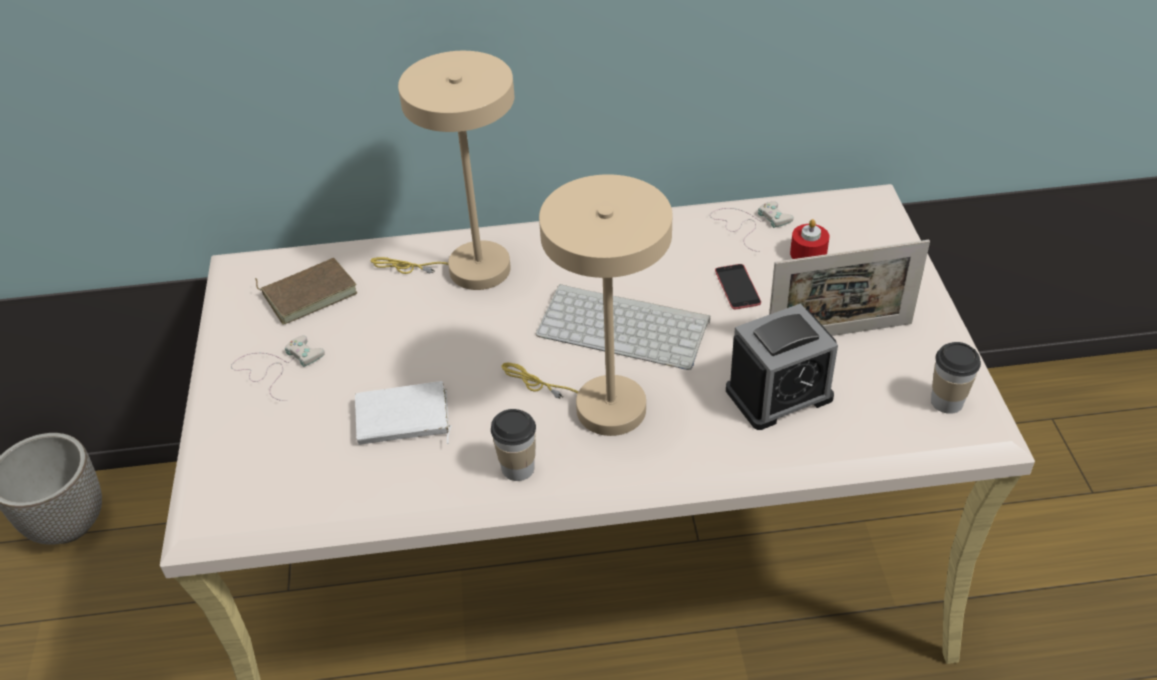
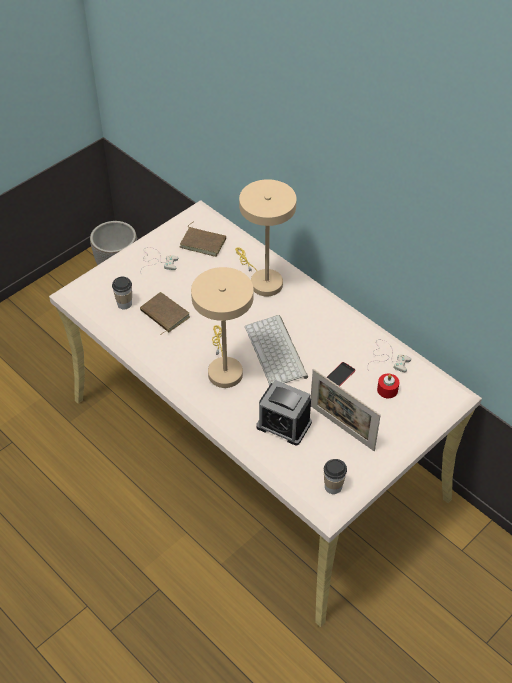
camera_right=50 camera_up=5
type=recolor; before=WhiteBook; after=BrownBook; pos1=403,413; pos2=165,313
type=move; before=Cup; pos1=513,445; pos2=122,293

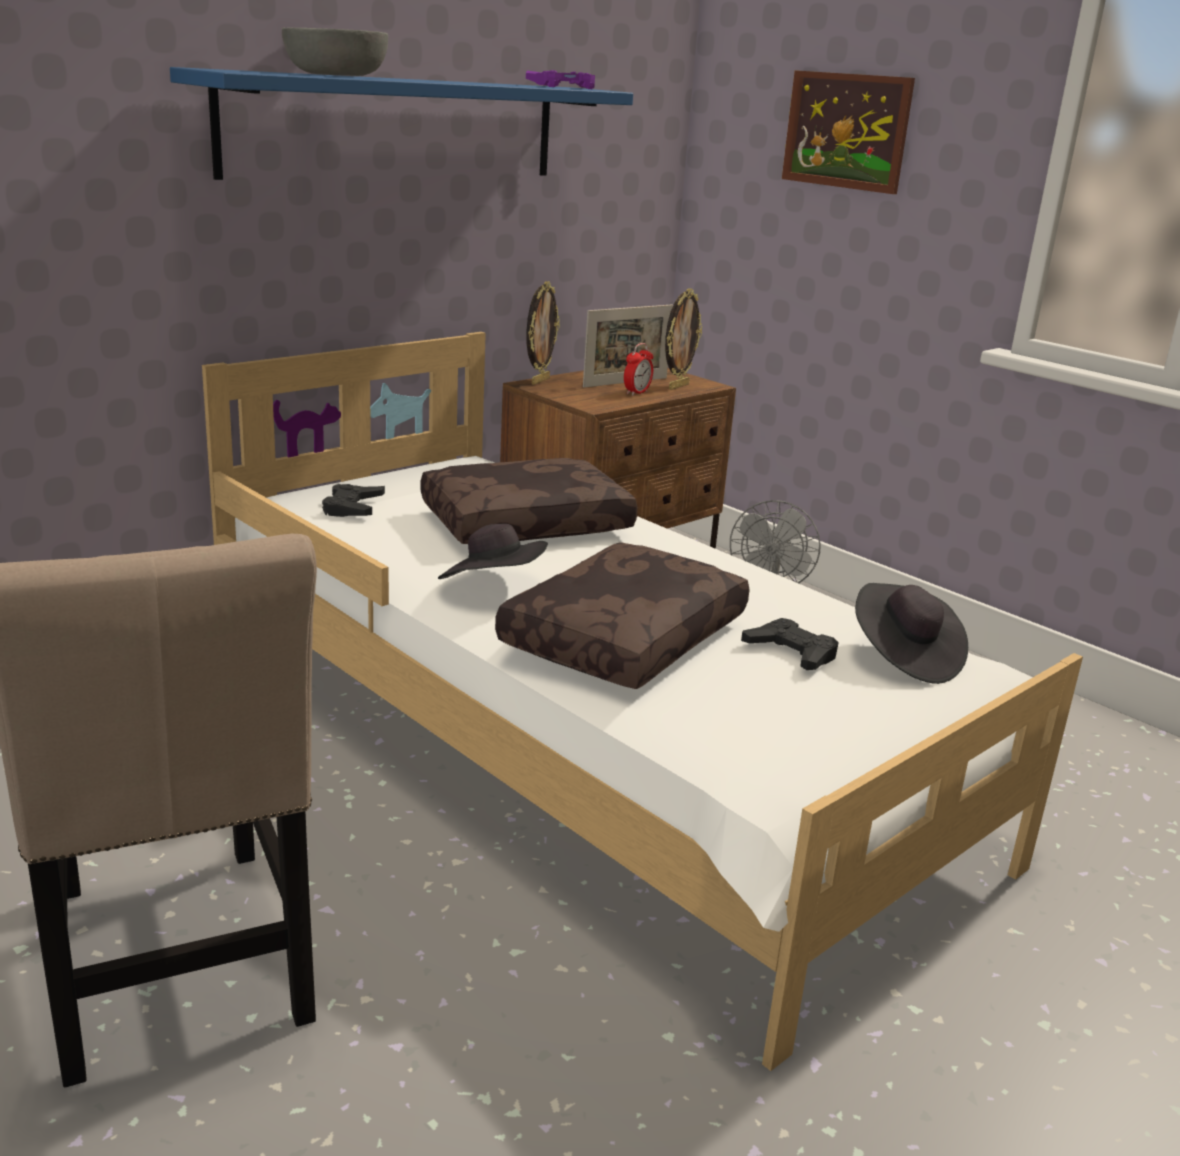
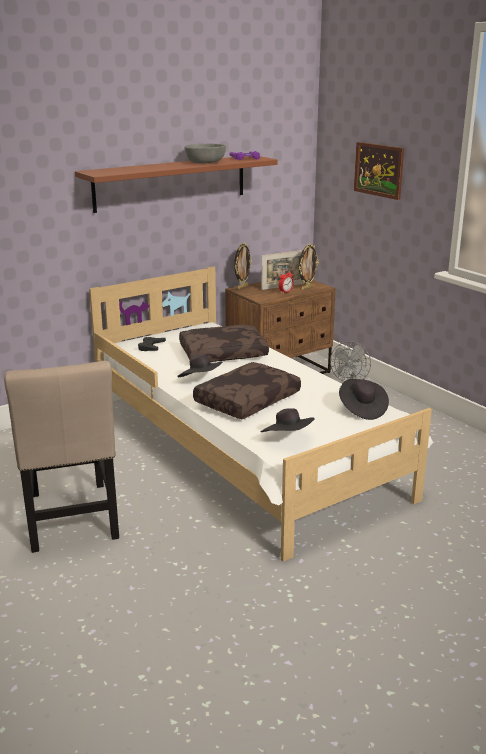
camera_right=10 camera_up=0
type=recolor; before=BlueShelf; after=BrownShelf; pos1=401,123; pos2=176,184
type=move; before=GreyBowl; pos1=335,51; pos2=205,153
type=delete; before=BlackGameController; pos1=790,644
type=insert; after=BlackHat; pos2=287,420

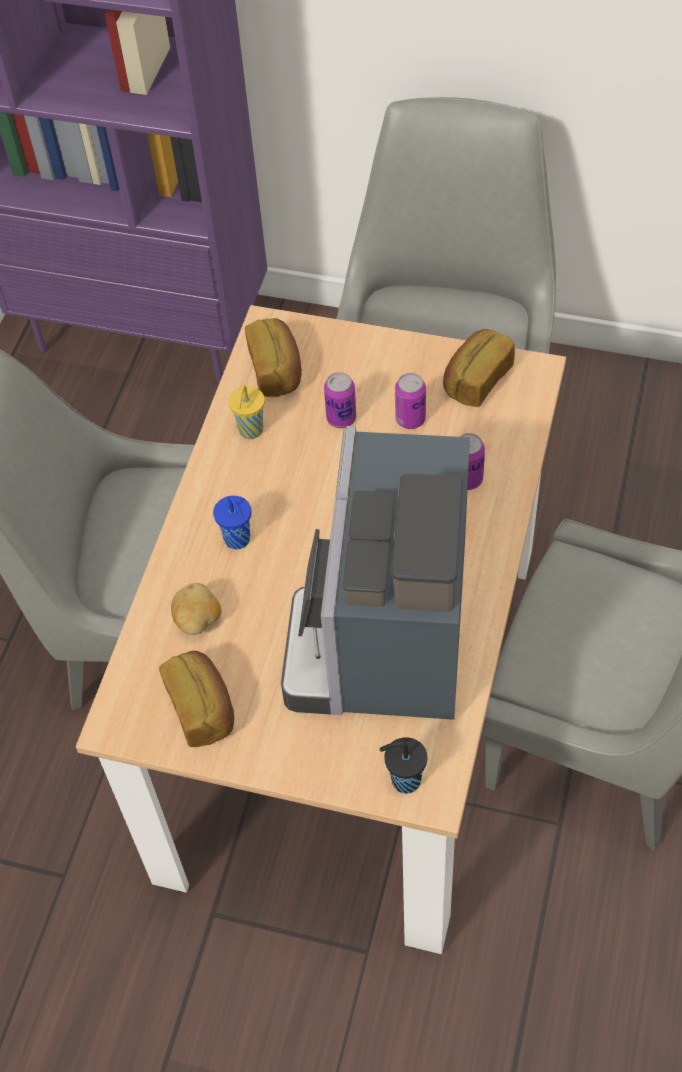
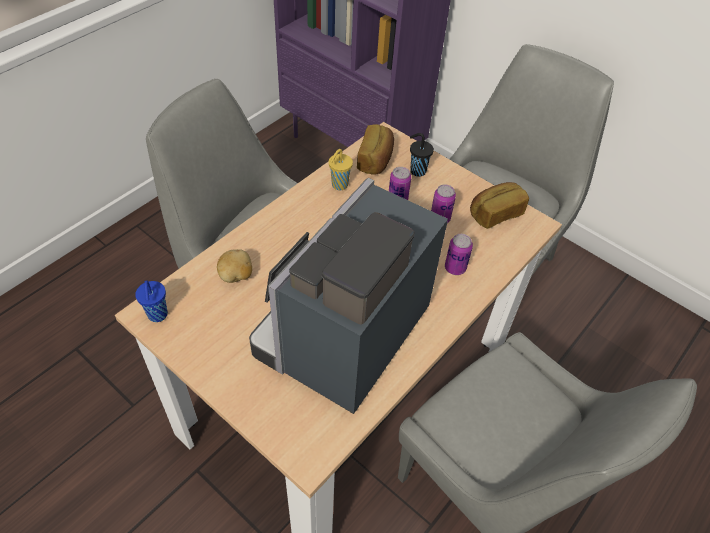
camera_right=20 camera_up=-5
type=delete; before=Bread; pos1=196,699
type=move; before=BlueCup; pos1=232,522; pos2=151,301
type=move; before=BlackCup; pos1=403,765; pos2=422,155

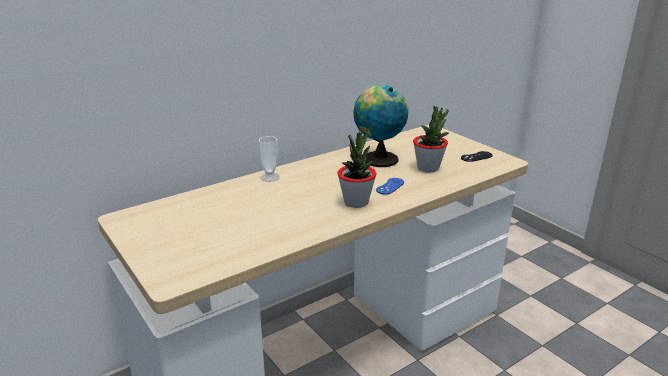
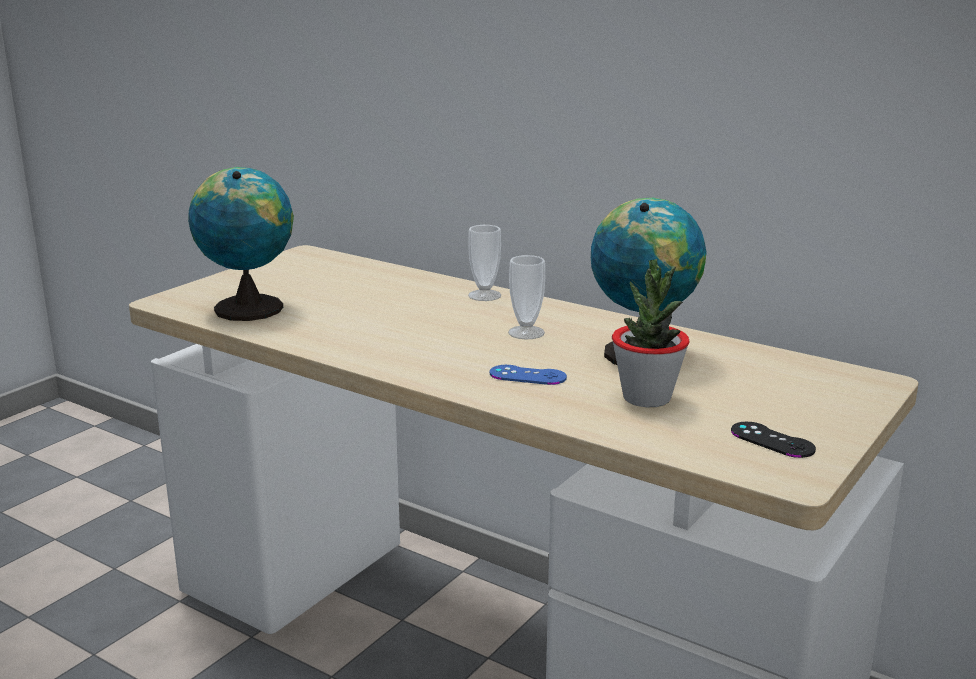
camera_right=70 camera_up=-5
type=delete; before=PottedPlant; pos1=356,168
type=insert; after=Globe; pos2=241,244
type=insert; after=Cup; pos2=526,297

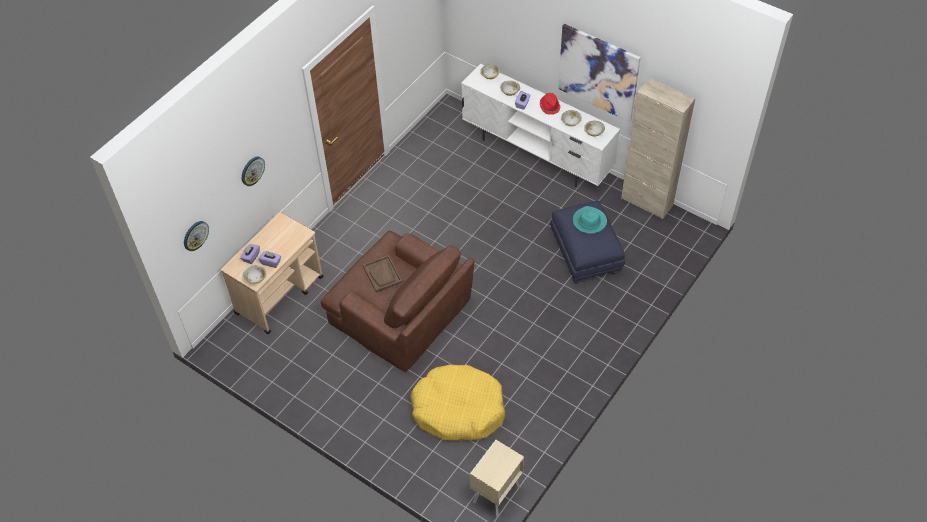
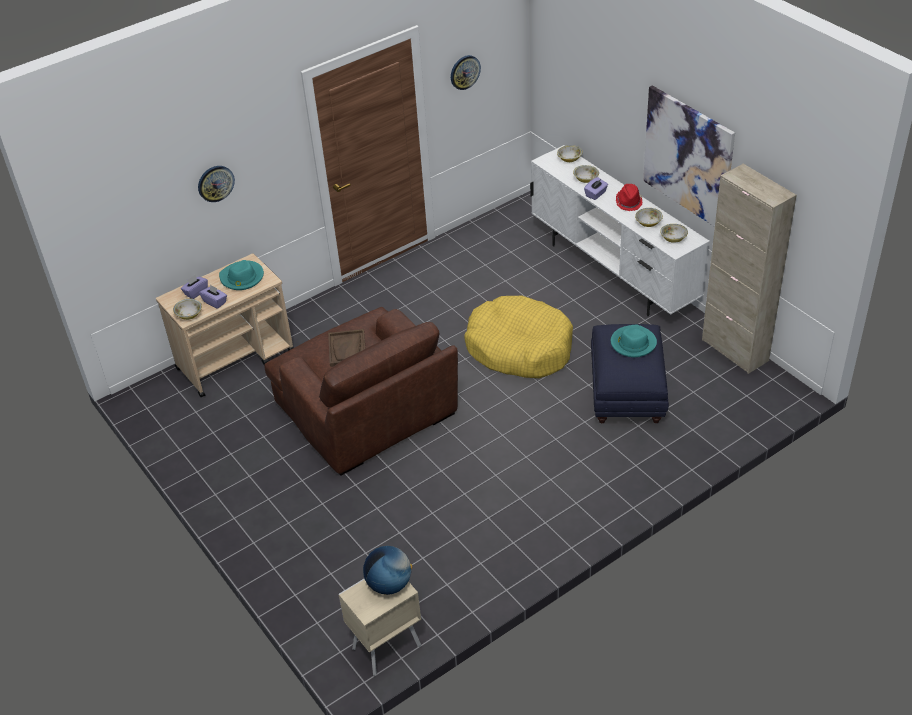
camera_right=20 camera_up=-10
type=move; before=WallClock; pos1=196,236; pos2=466,72
type=move; before=YellowDogBed; pos1=457,403; pos2=518,337
type=insert; after=TurquoiseHat; pos2=241,275
type=insert; after=Globe; pos2=387,570

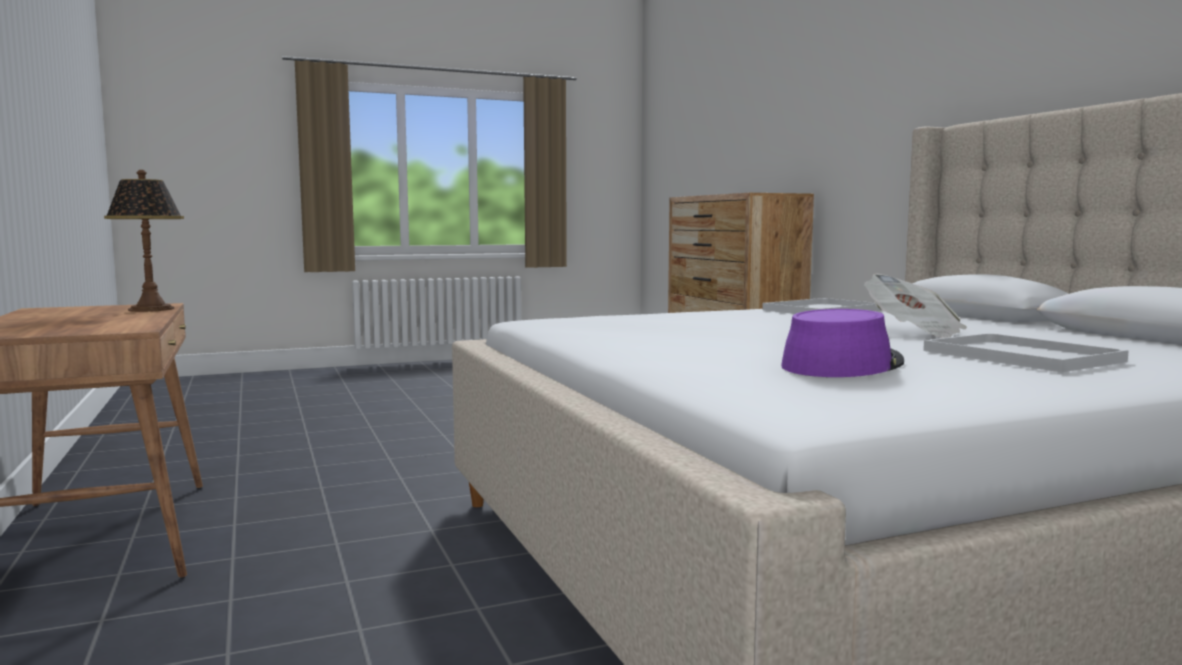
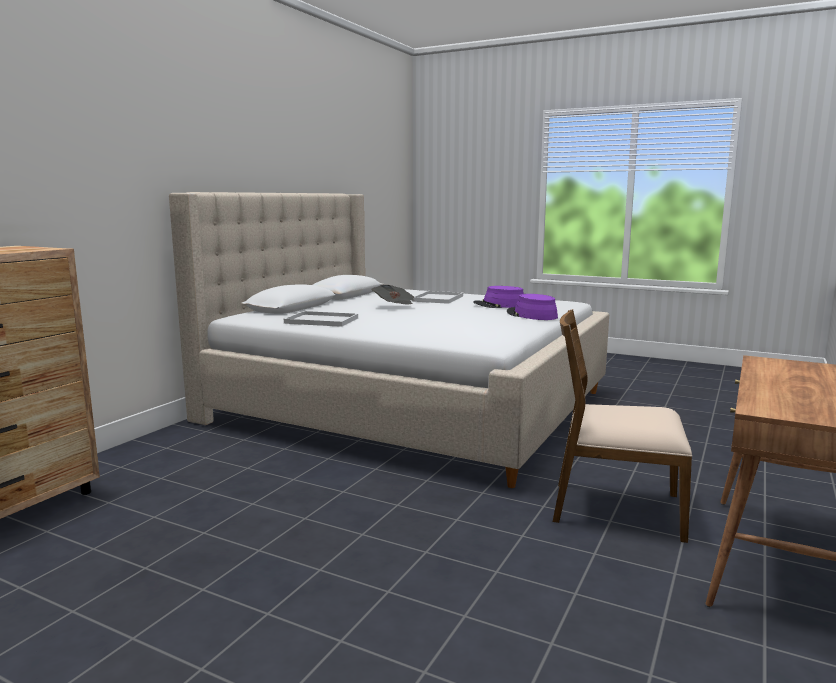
camera_right=-130 camera_up=5
type=delete; before=TableLamp; pos1=144,241
type=insert; after=PurpleHat; pos2=532,307
type=insert; after=BrownChair; pos2=622,426

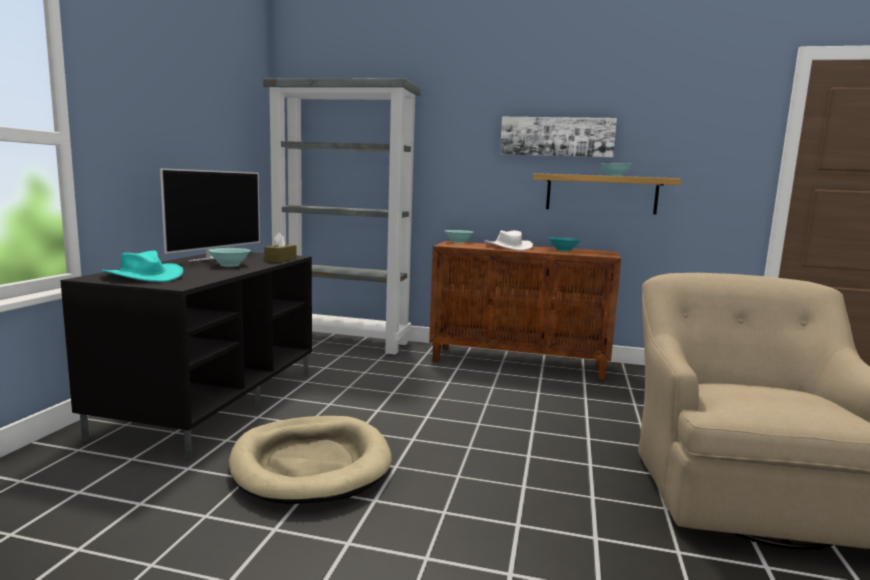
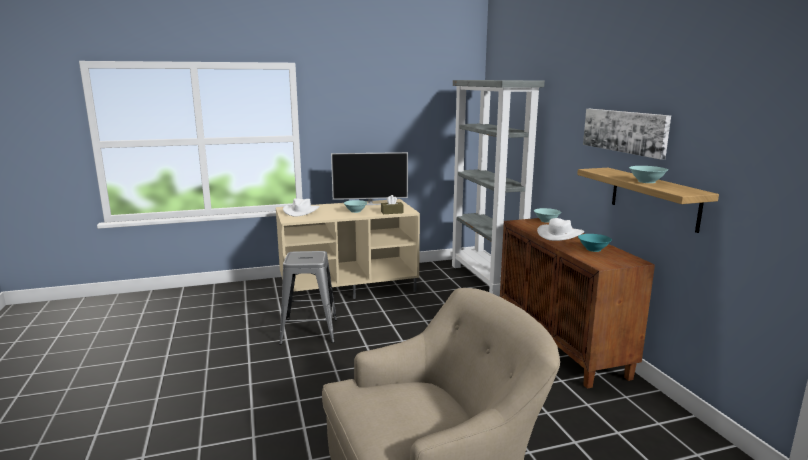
camera_right=60 camera_up=5
type=recolor; before=BlackTvStand; after=BeigeTvStand; pos1=186,355; pos2=348,249
type=recolor; before=TurquoiseHat; after=WhiteHat; pos1=142,266; pos2=301,207
type=replace; before=BeigeDogBed; after=GreyStool; pos1=310,460; pos2=308,298

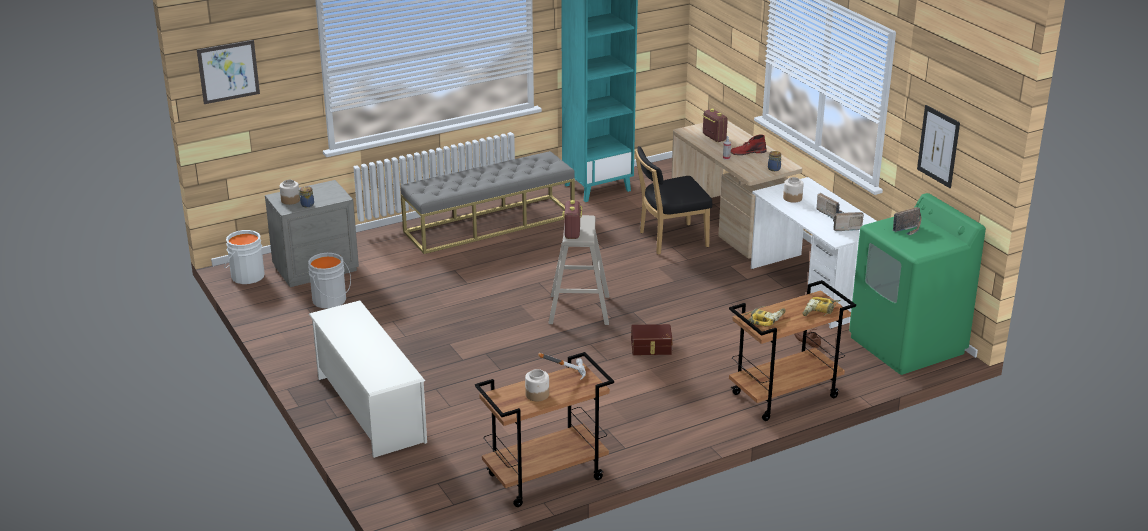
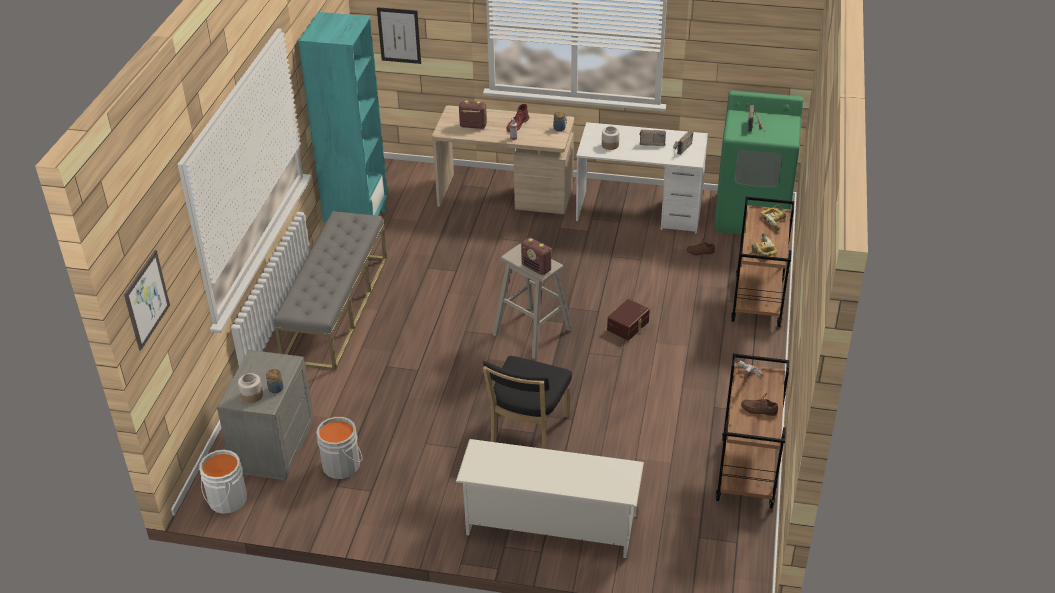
camera_right=-50 camera_up=10
type=replace; before=Jar; after=BrownShoe; pos1=537,385; pos2=759,404
type=move; before=BlackChair; pos1=673,200; pos2=527,402
type=move; before=Picture; pos1=938,146; pos2=399,35

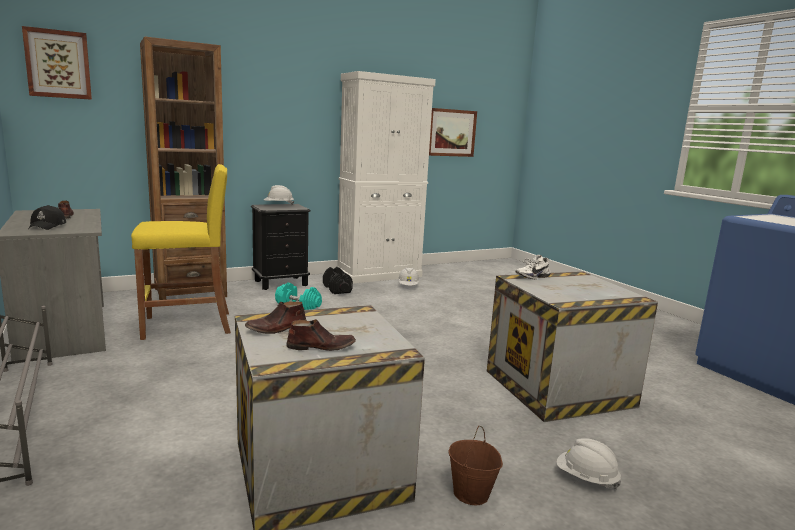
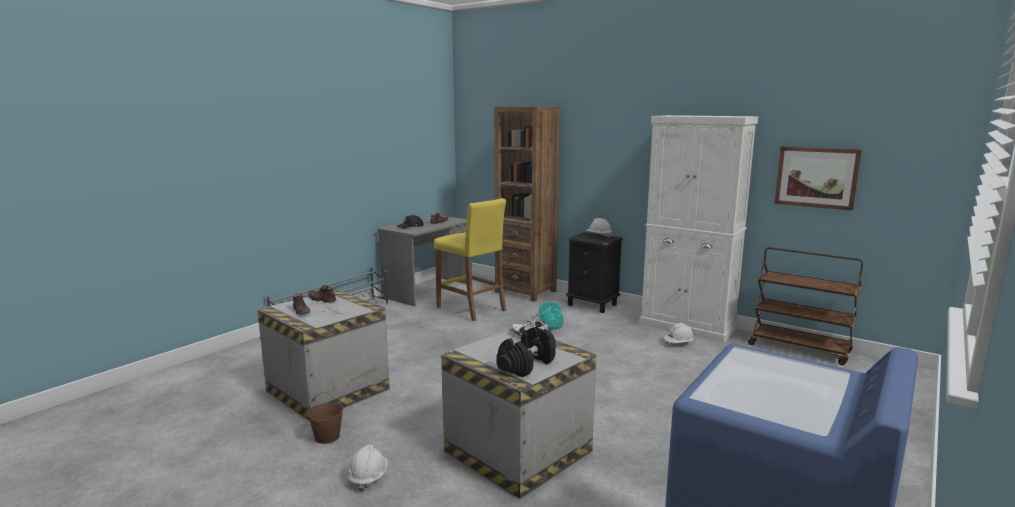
camera_right=65 camera_up=0
type=delete; before=Picture; pos1=57,63
type=move; before=BlackDumbbell; pos1=338,280; pos2=526,351
type=insert; after=BrownCart; pos2=805,306

